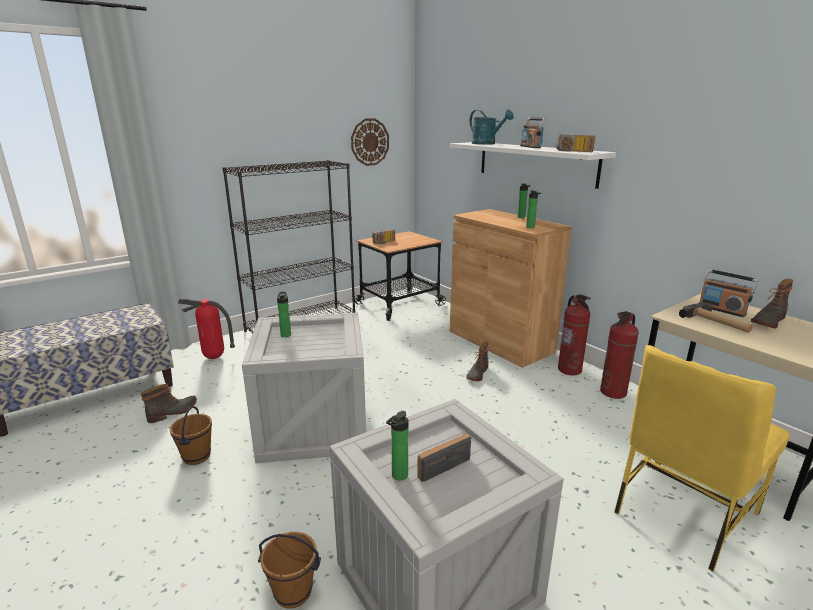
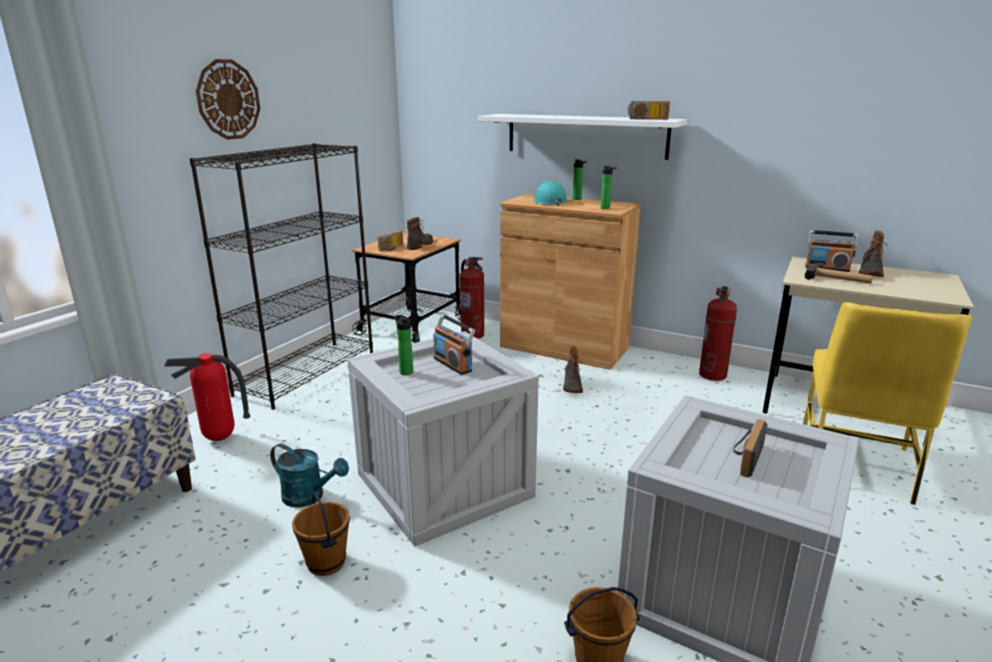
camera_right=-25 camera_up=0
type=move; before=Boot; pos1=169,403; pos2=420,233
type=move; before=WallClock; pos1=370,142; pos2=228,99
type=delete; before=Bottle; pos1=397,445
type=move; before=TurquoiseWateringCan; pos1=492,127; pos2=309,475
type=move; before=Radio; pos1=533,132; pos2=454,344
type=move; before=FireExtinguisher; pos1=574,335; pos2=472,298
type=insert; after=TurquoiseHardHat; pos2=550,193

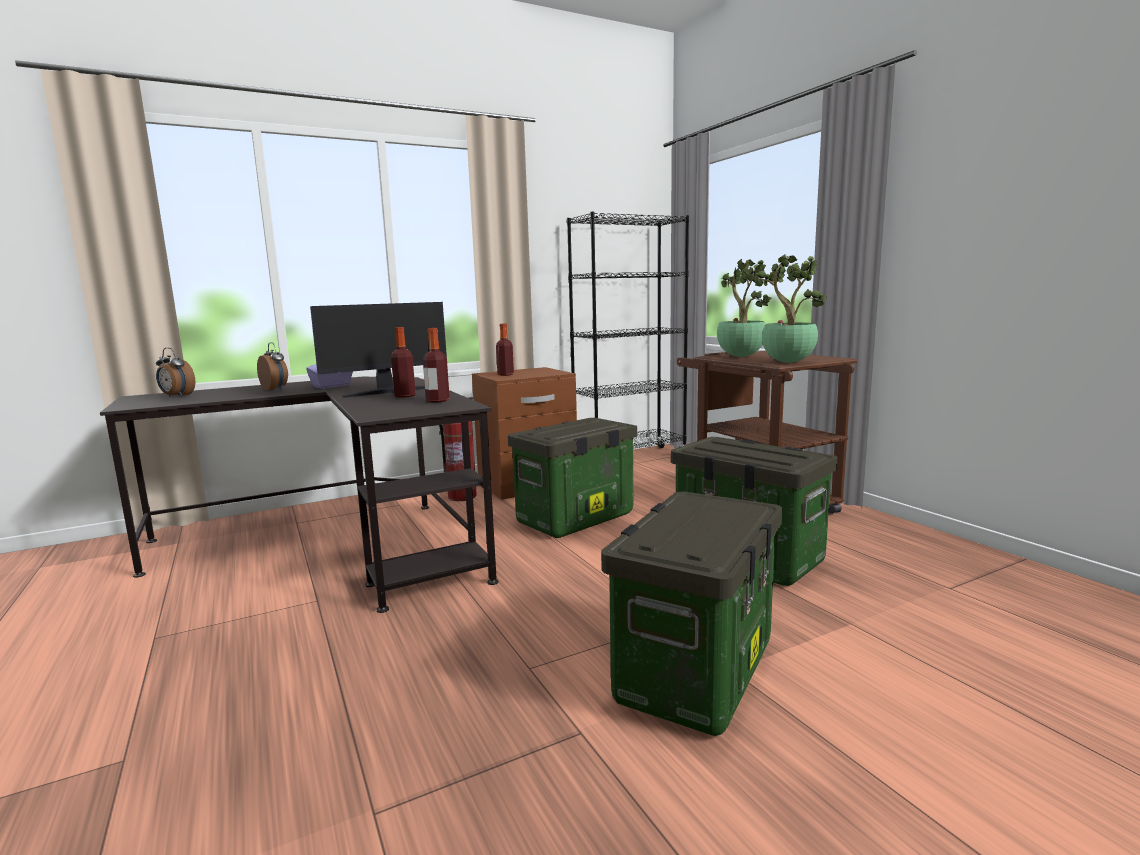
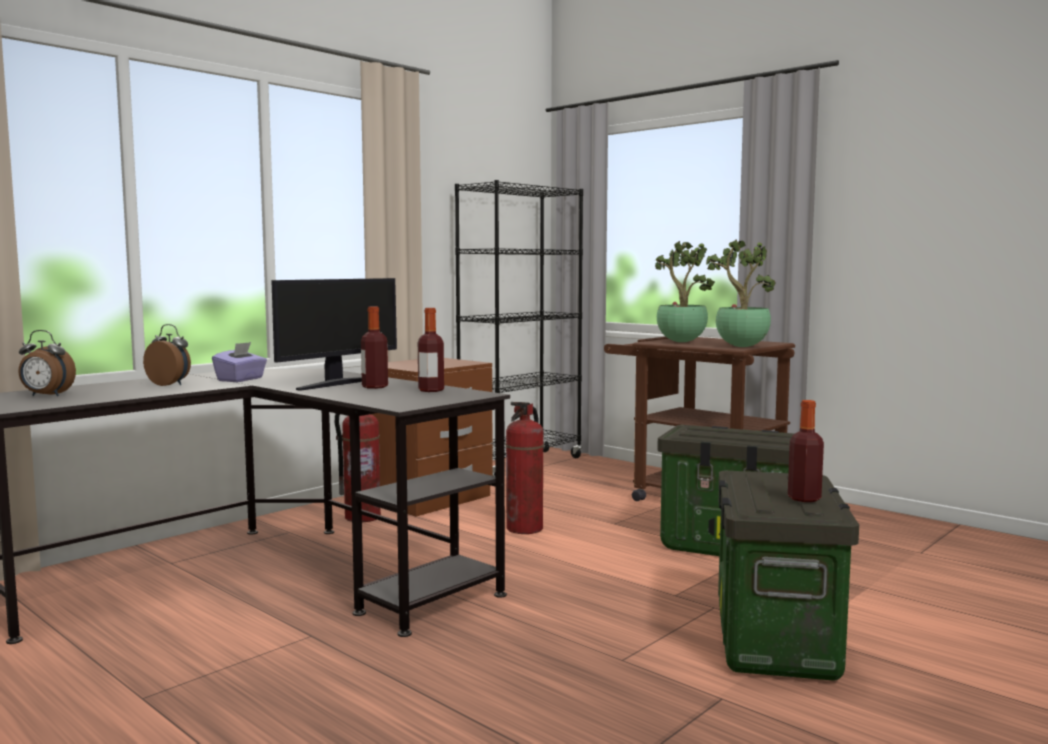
camera_right=-20 camera_up=-5
type=move; before=Bottle; pos1=505,350; pos2=806,451
type=replace; before=StorageBox; after=FireExtinguisher; pos1=572,478; pos2=525,468

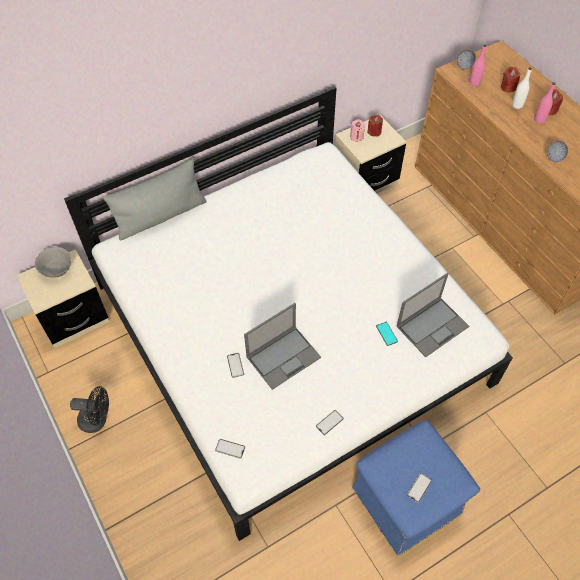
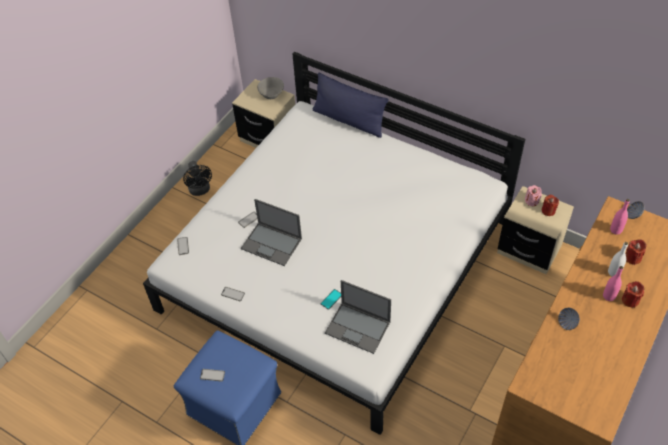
camera_right=65 camera_up=-5
type=recolor; before=GreyPillow; after=BluePillow; pos1=154,199; pos2=351,105

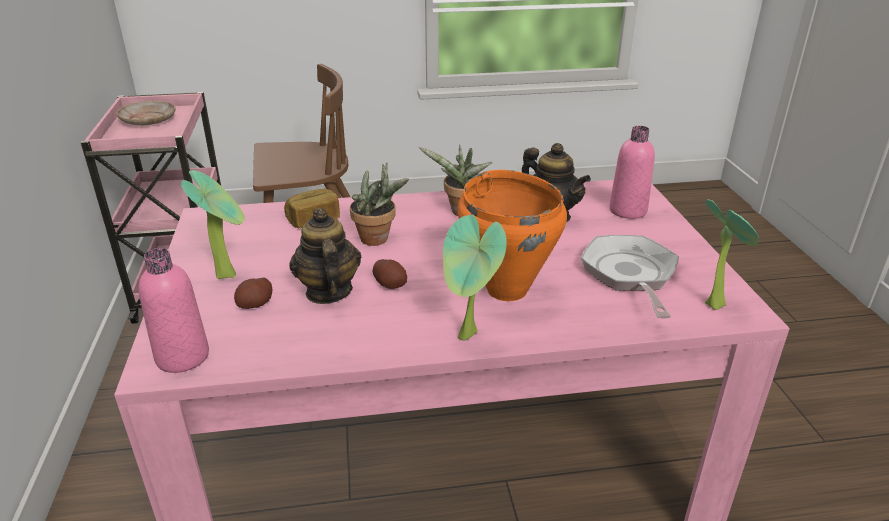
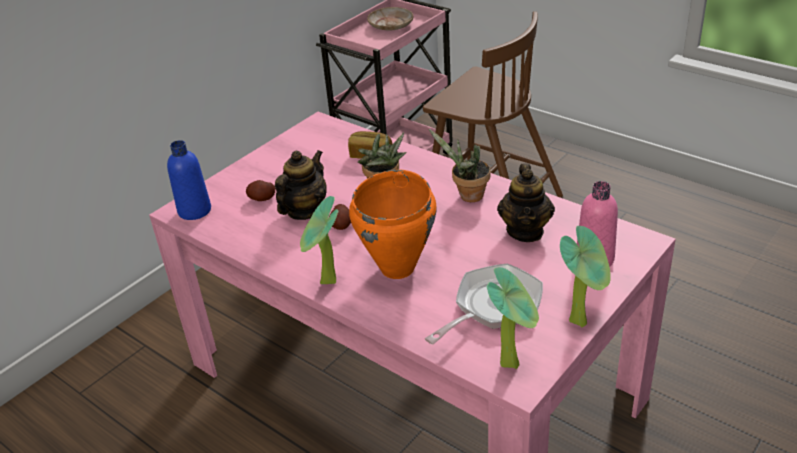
camera_right=50 camera_up=5
type=recolor; before=PinkBottle; after=BlueBottle; pos1=173,310; pos2=189,180
type=move; before=PottedPlant; pos1=213,224; pos2=585,277

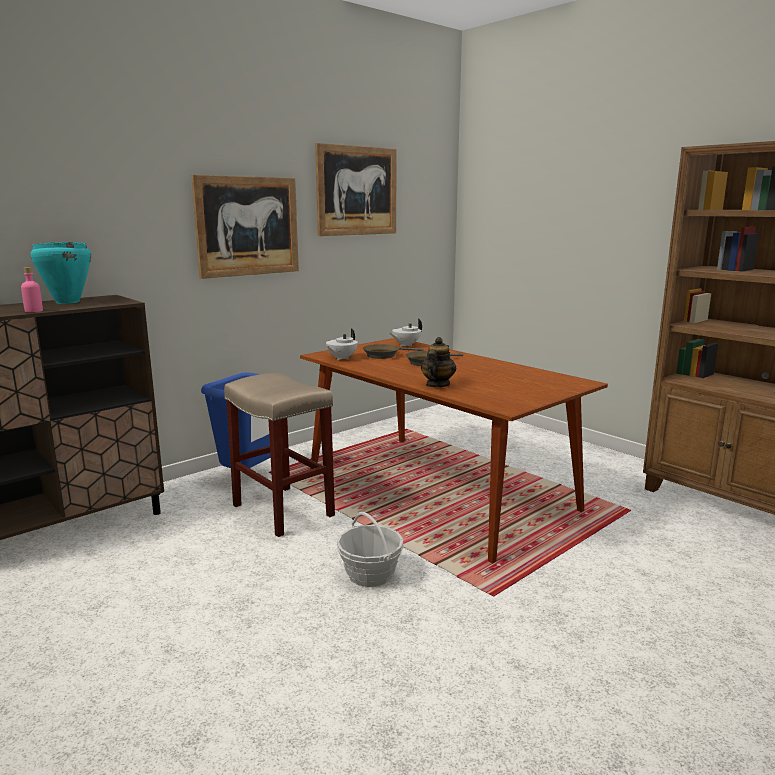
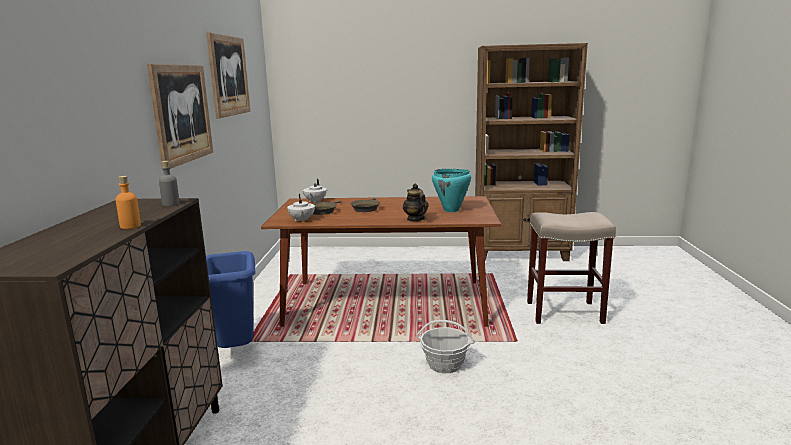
camera_right=-45 camera_up=0
type=recolor; before=PinkBottle; after=OrangeBottle; pos1=32,289; pos2=128,202
type=move; before=TurquoiseCookingPot; pos1=61,273; pos2=451,190
type=move; before=BeigeStool; pos1=279,455; pos2=571,268
type=insert; after=GreyBottle; pos2=169,183

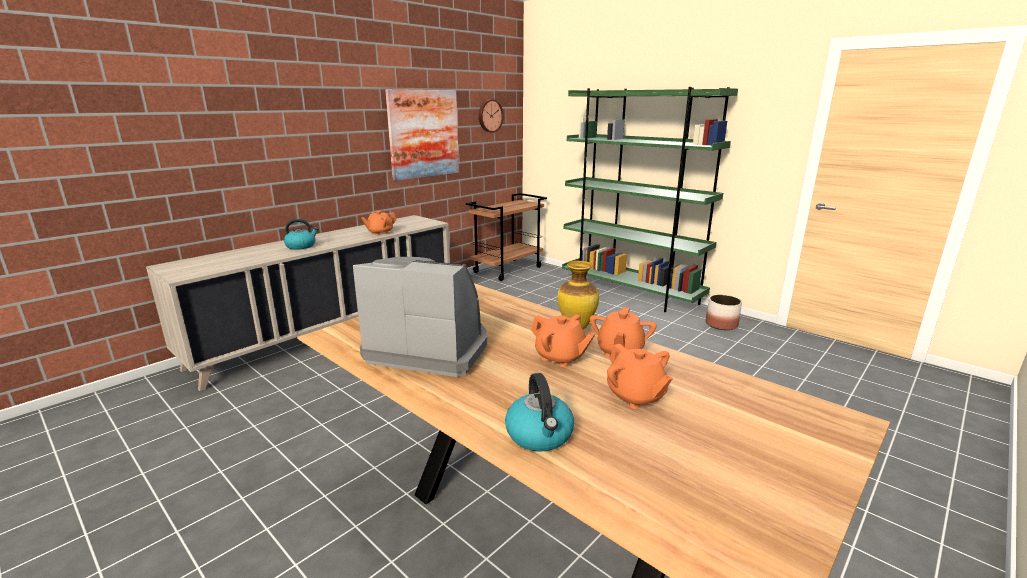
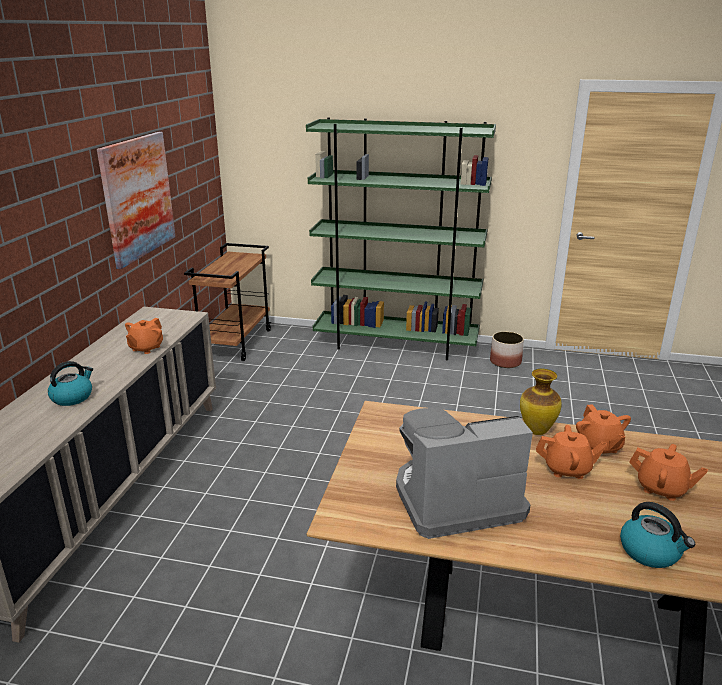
camera_right=-30 camera_up=5
type=delete; before=WallClock; pos1=491,116

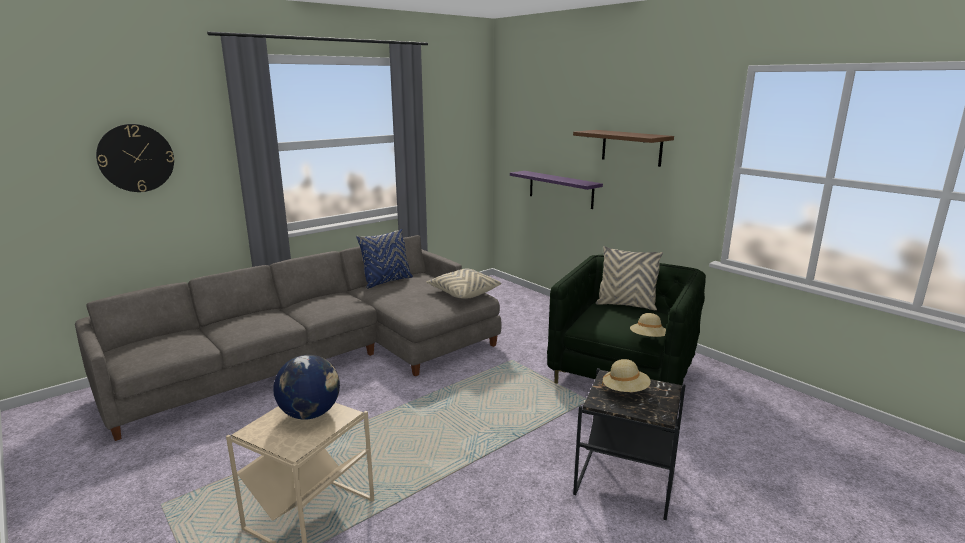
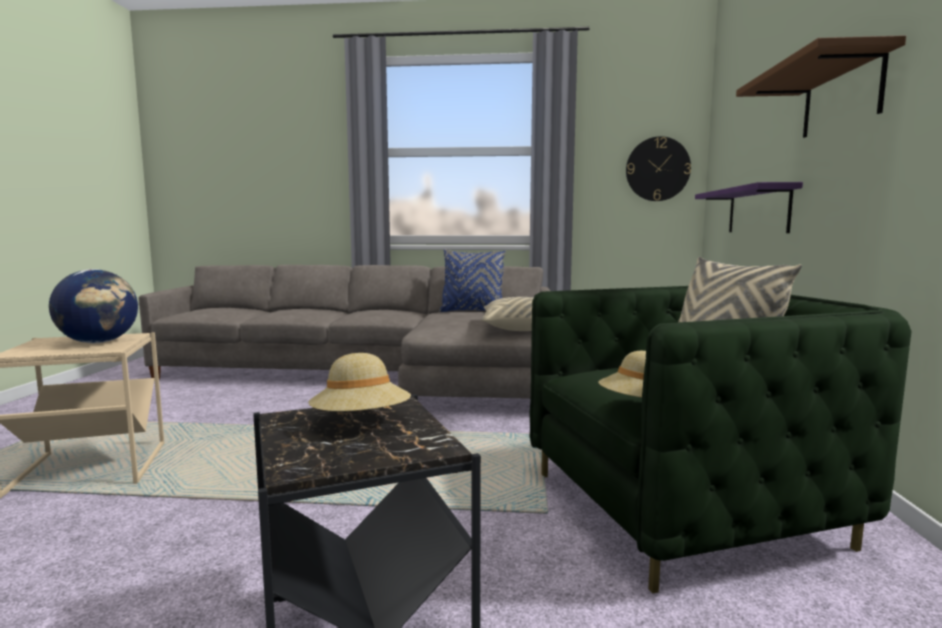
camera_right=45 camera_up=-10
type=move; before=WallClock; pos1=135,158; pos2=658,168

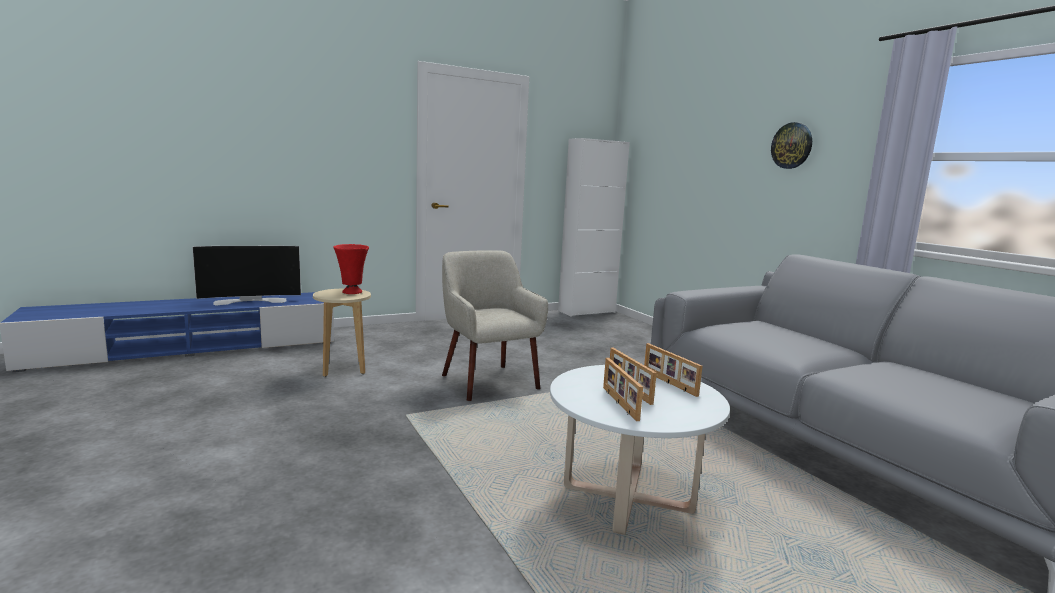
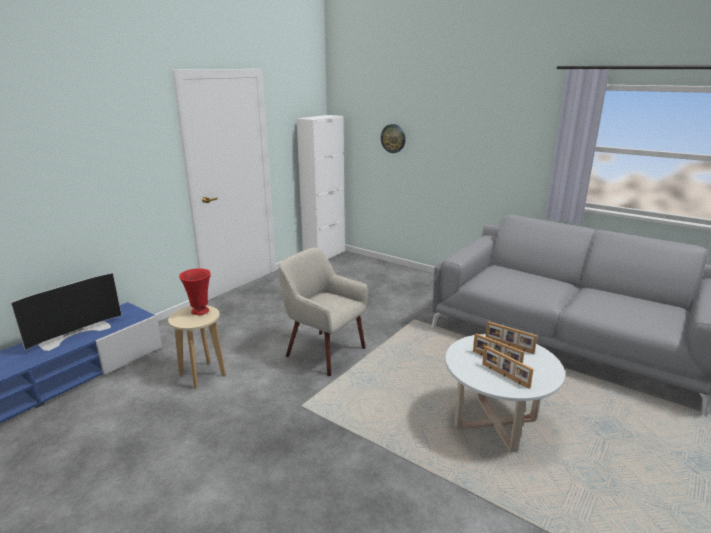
camera_right=-25 camera_up=10
type=move; before=WallClock; pos1=791,145; pos2=393,138

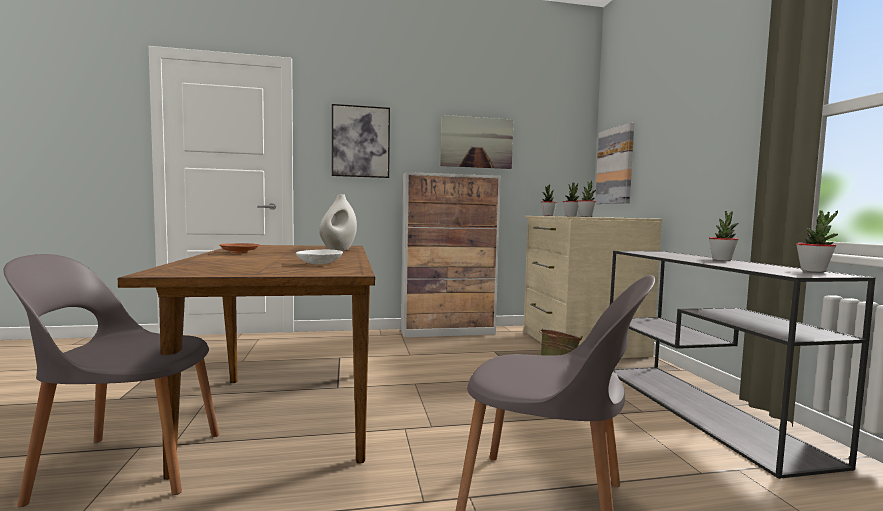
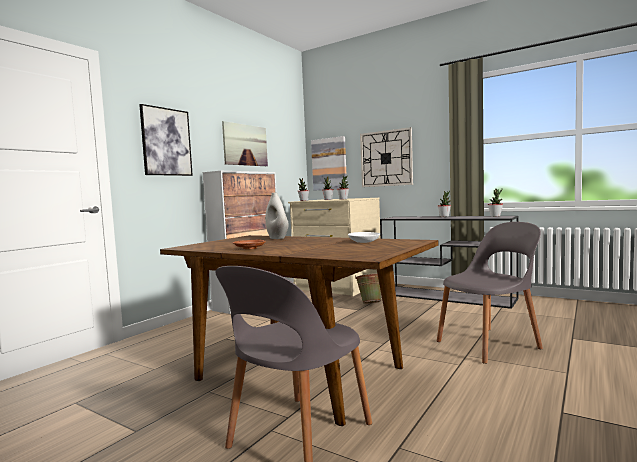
camera_right=-45 camera_up=0
type=insert; after=WallClock; pos2=386,157

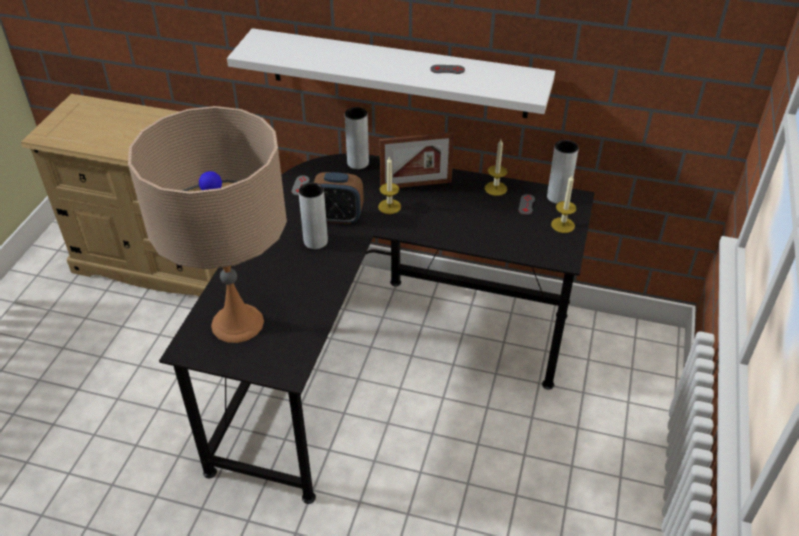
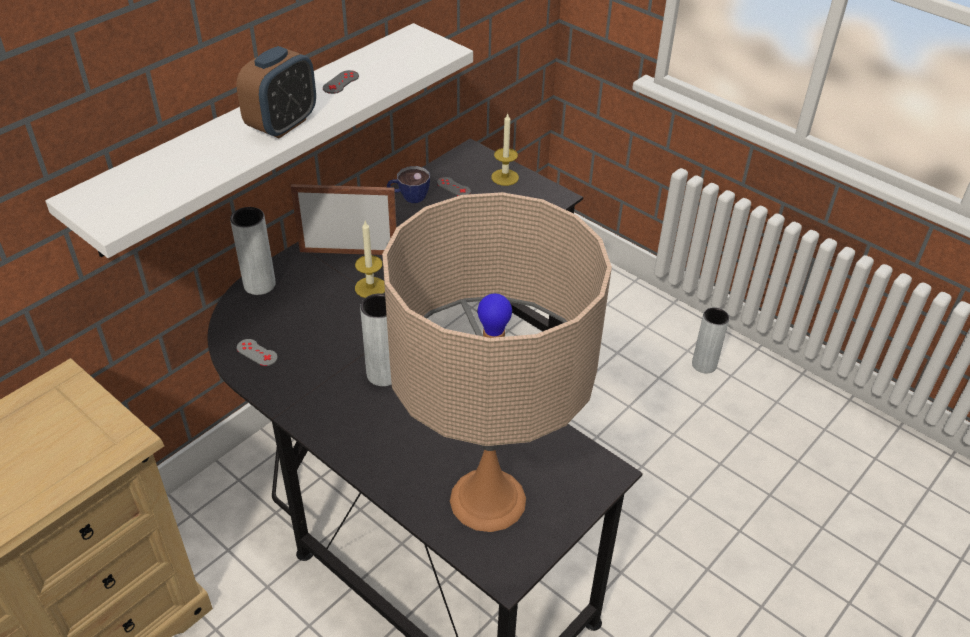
camera_right=-65 camera_up=0
type=move; before=AlarmClock; pos1=339,198; pos2=276,92
type=rotate; before=PictureFrame; pos1=416,160; pos2=344,219; turn=-105
type=replace; before=Candle; after=Cup; pos1=496,167; pos2=408,184
type=move; before=GreyVase; pos1=563,172; pos2=711,340

